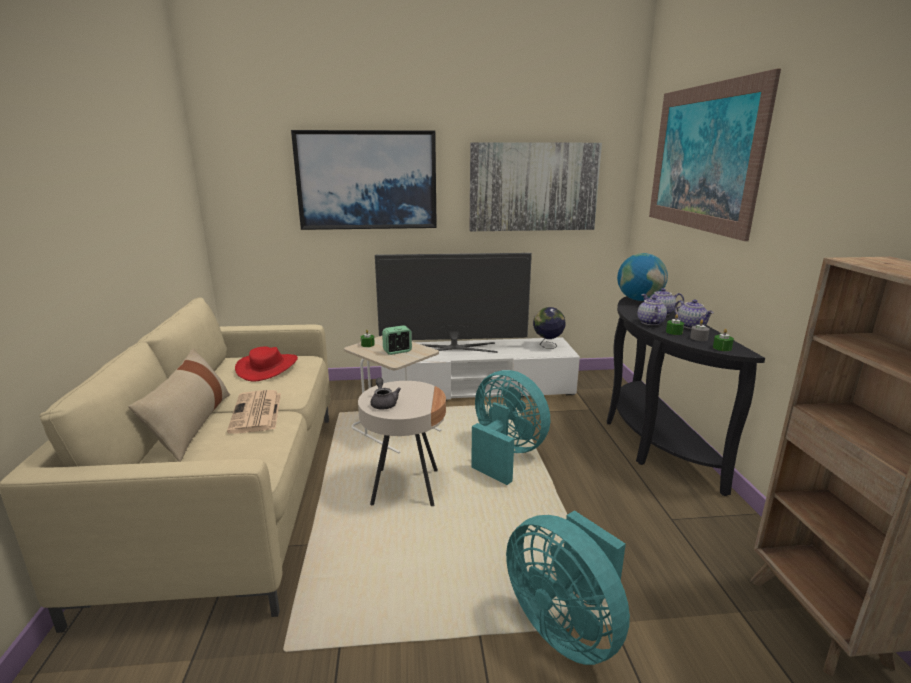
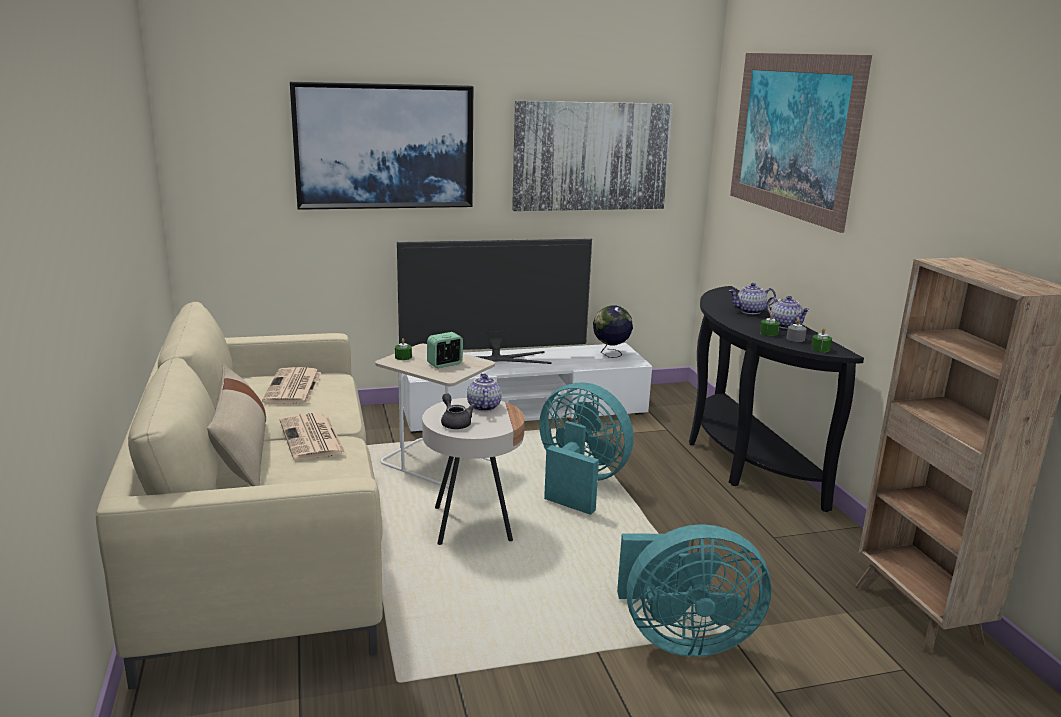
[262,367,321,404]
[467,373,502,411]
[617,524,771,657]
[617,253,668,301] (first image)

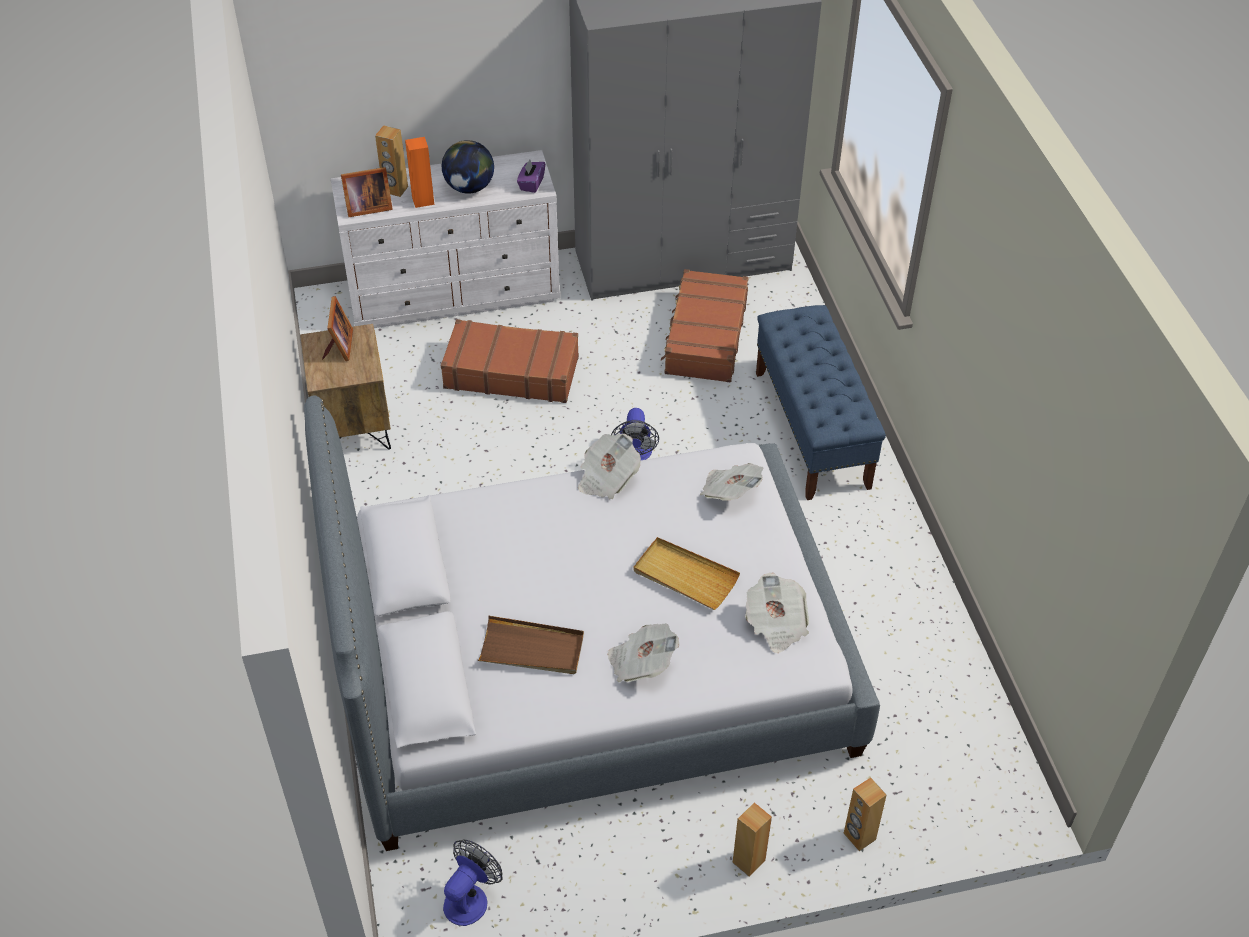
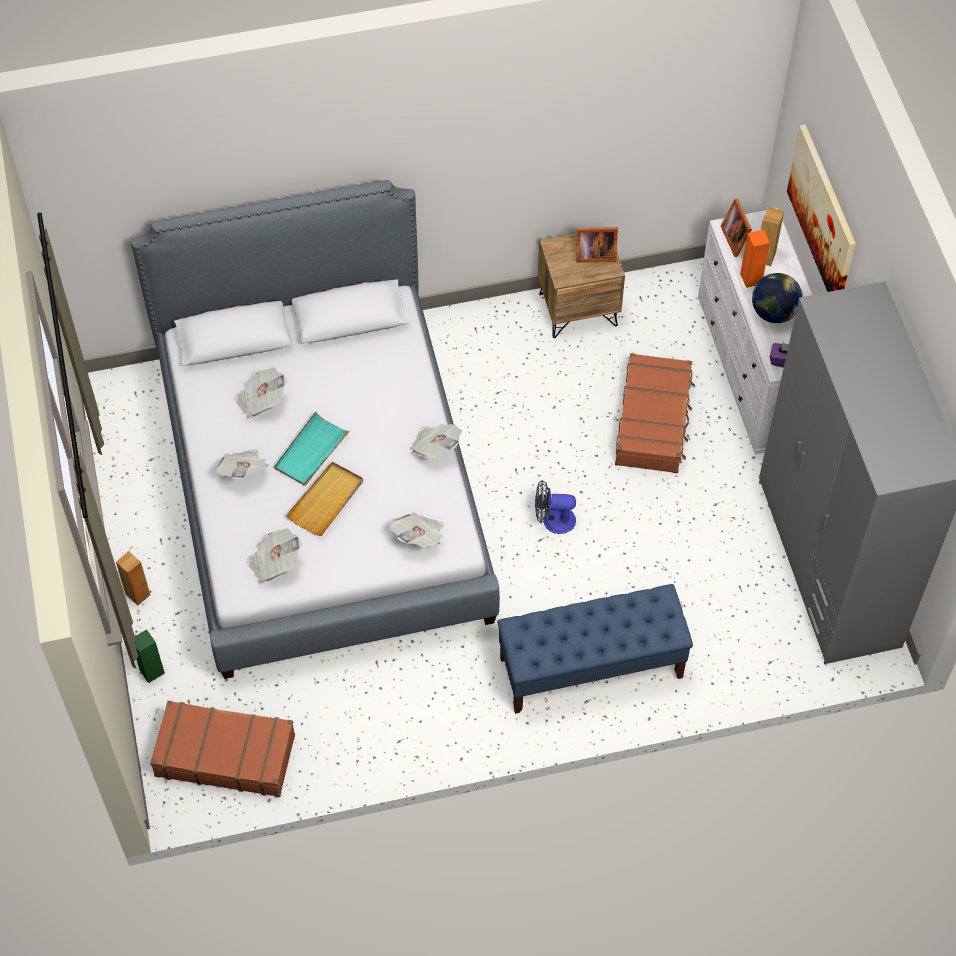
[134,629,165,683]
[150,701,295,797]
[234,367,287,418]
[274,411,350,486]
[787,124,856,292]
[443,840,503,926] (first image)

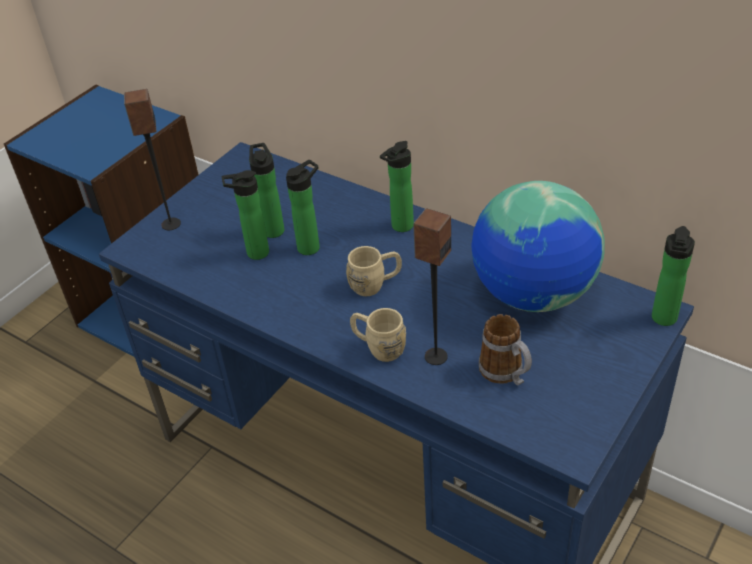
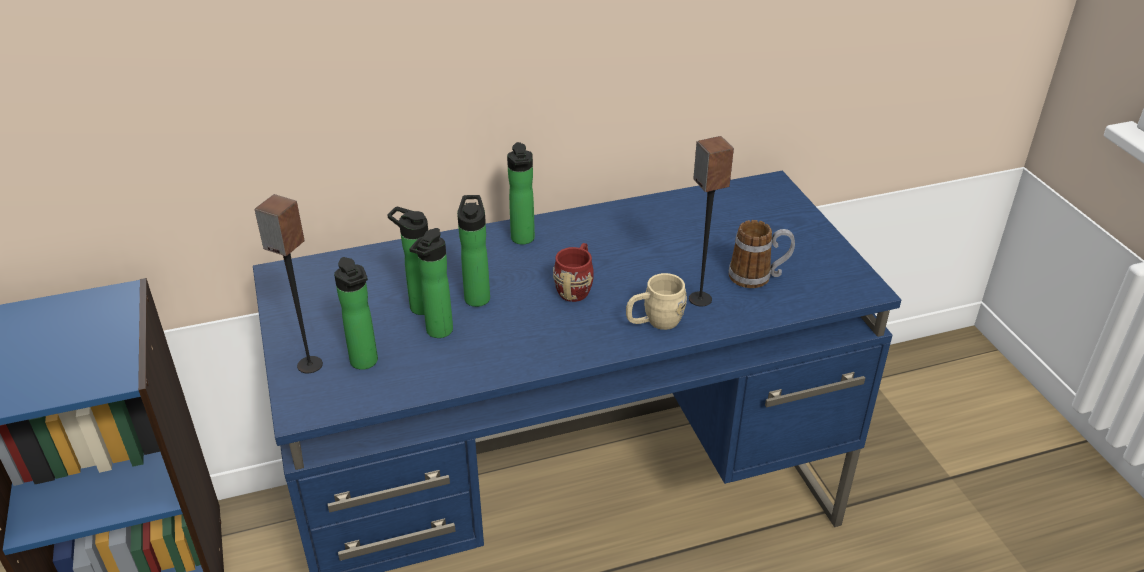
[334,257,378,370]
[553,243,594,302]
[472,181,605,312] (first image)

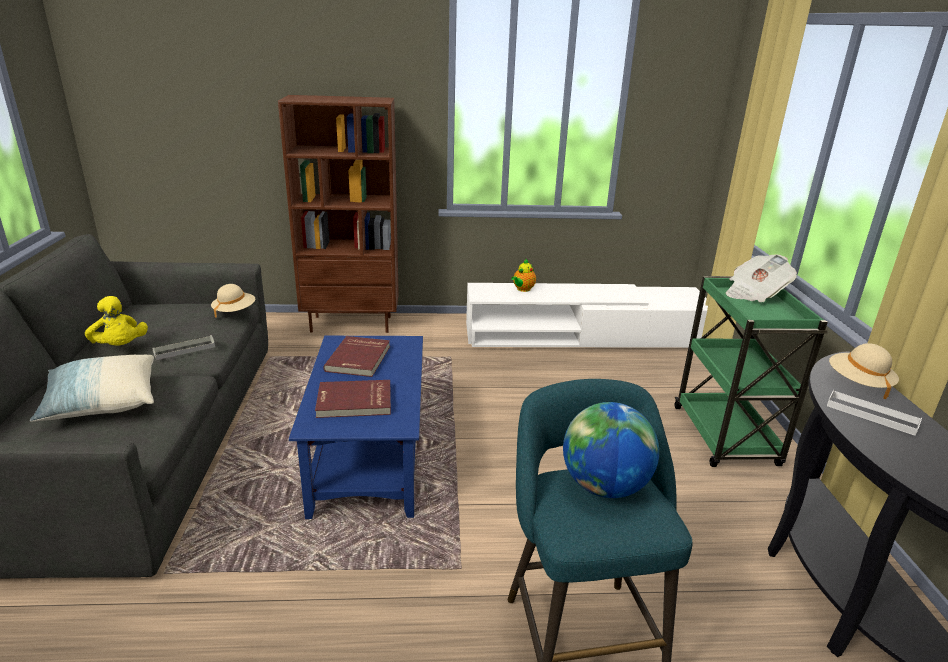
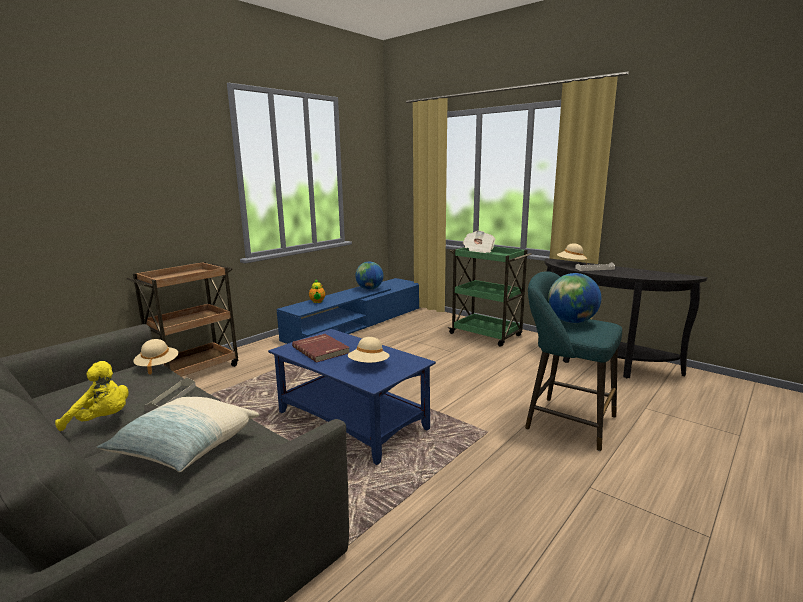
[127,262,238,377]
[277,278,419,344]
[348,337,389,363]
[355,262,383,290]

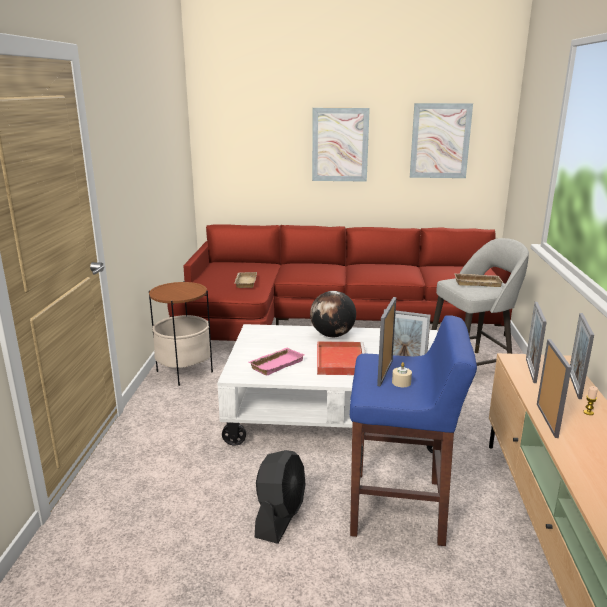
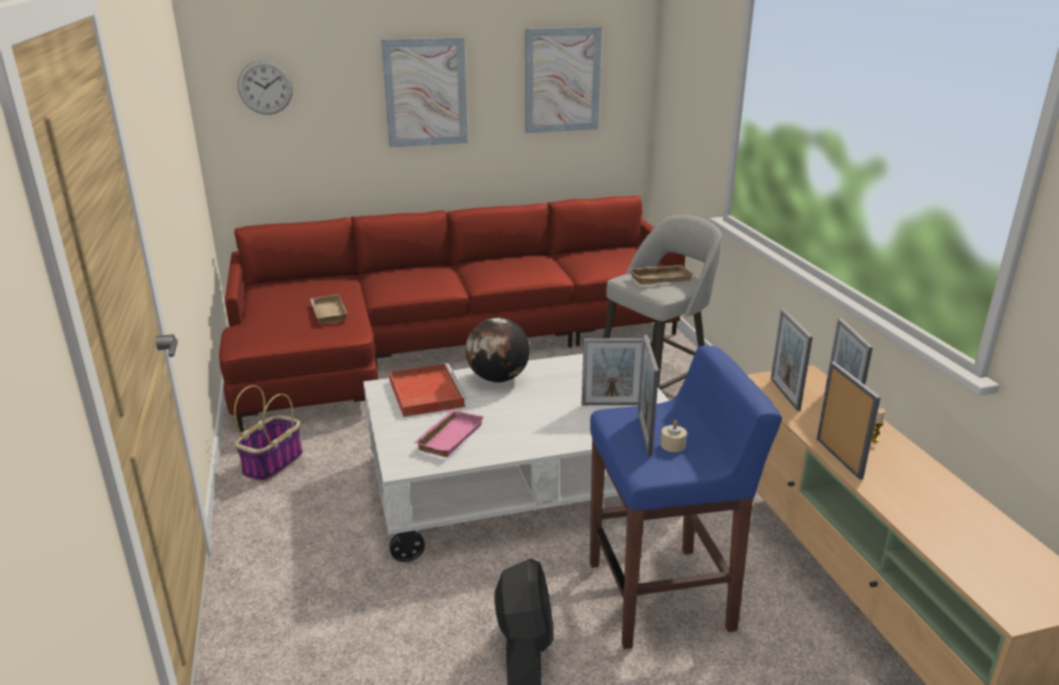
[234,385,303,482]
[238,60,293,115]
[389,363,467,417]

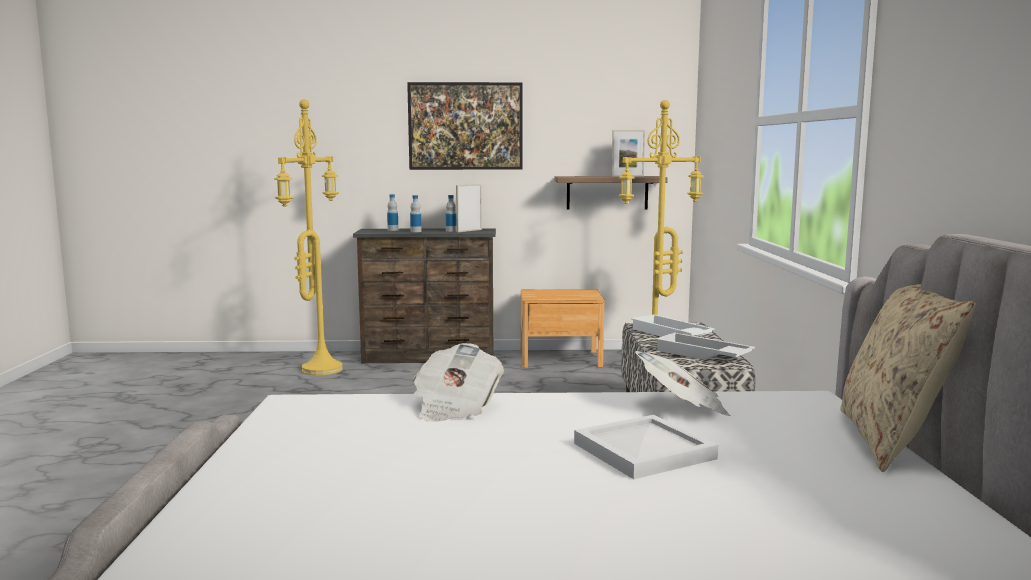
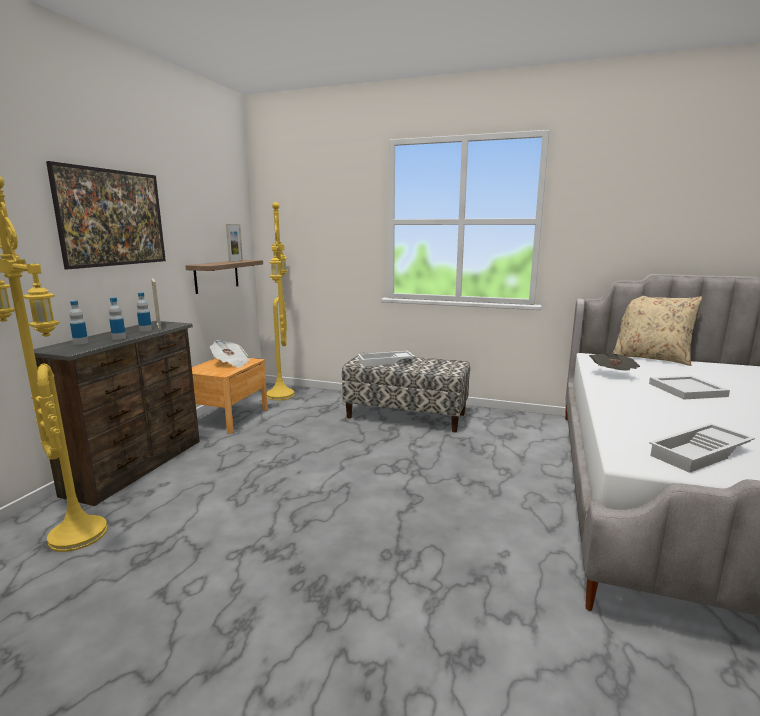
[210,340,250,368]
[649,423,755,473]

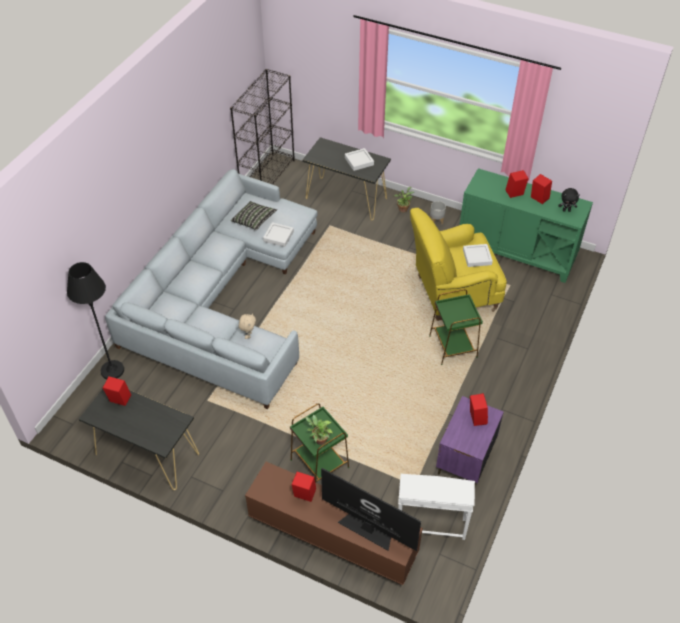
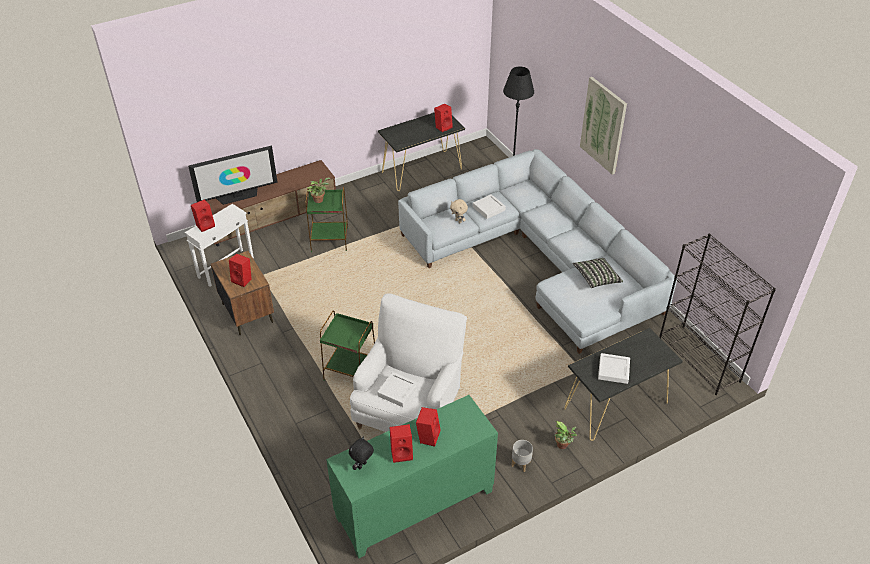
[191,199,215,232]
[211,251,274,335]
[350,293,467,432]
[473,194,506,219]
[580,77,627,175]

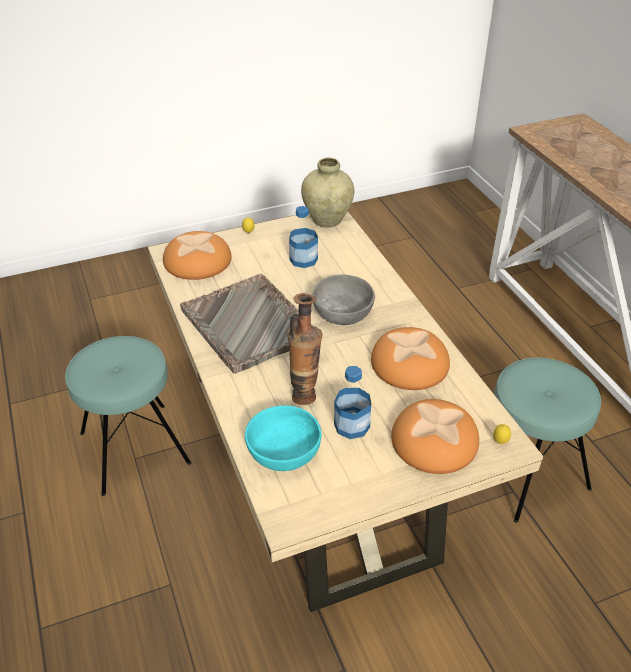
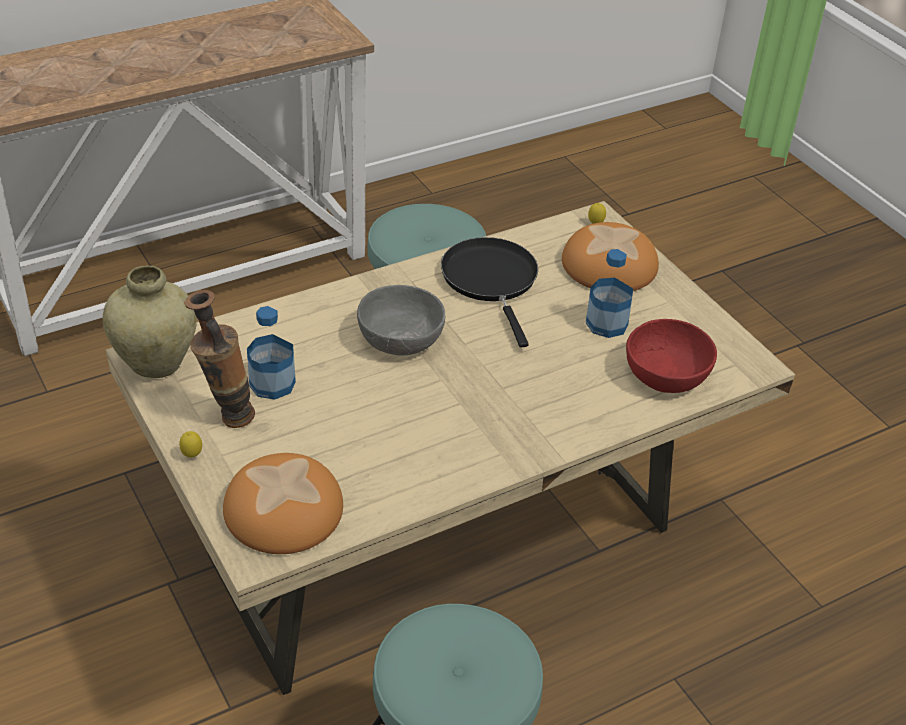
[184,290,255,428]
[441,237,538,348]
[626,319,717,393]
[180,274,313,374] (first image)

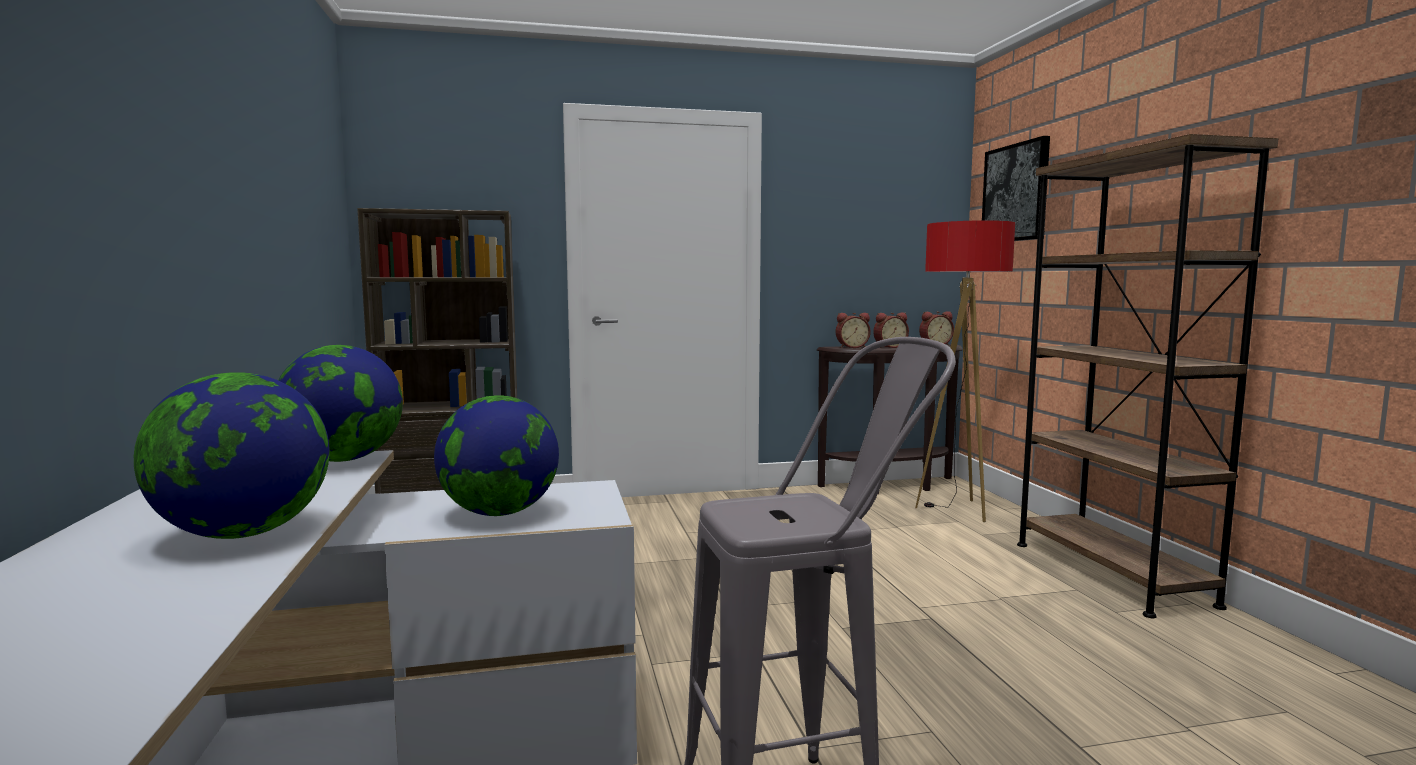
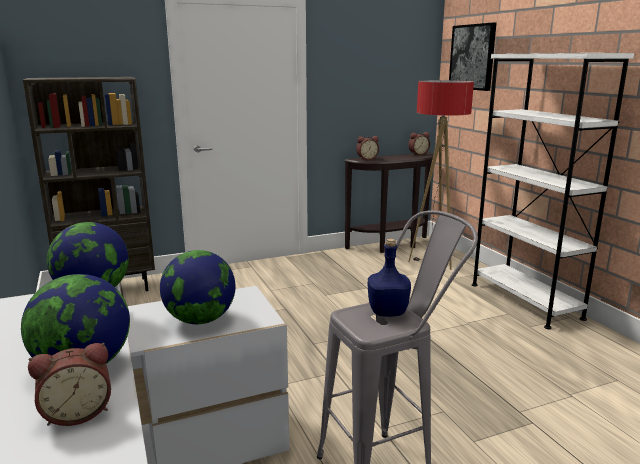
[28,343,111,426]
[368,239,411,317]
[472,53,634,329]

